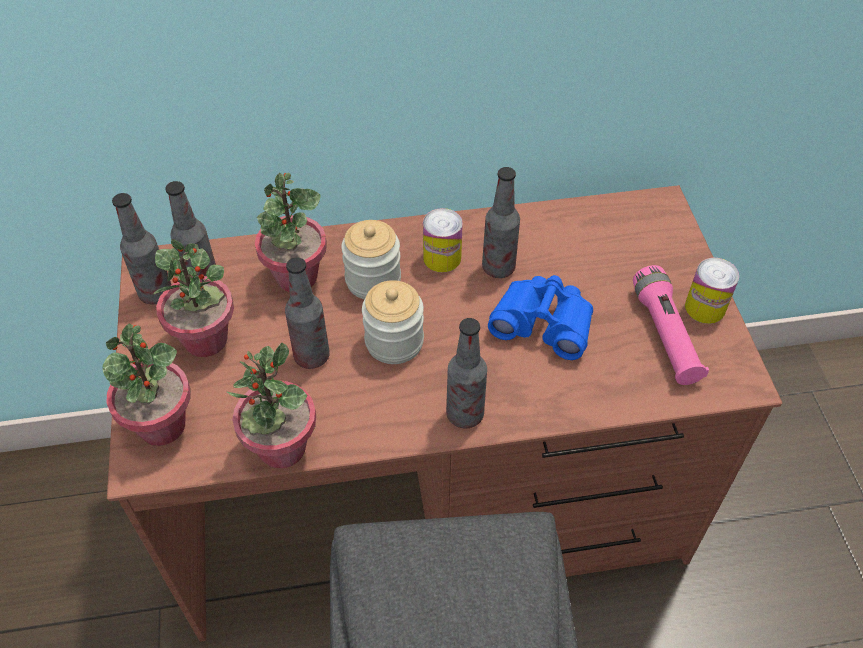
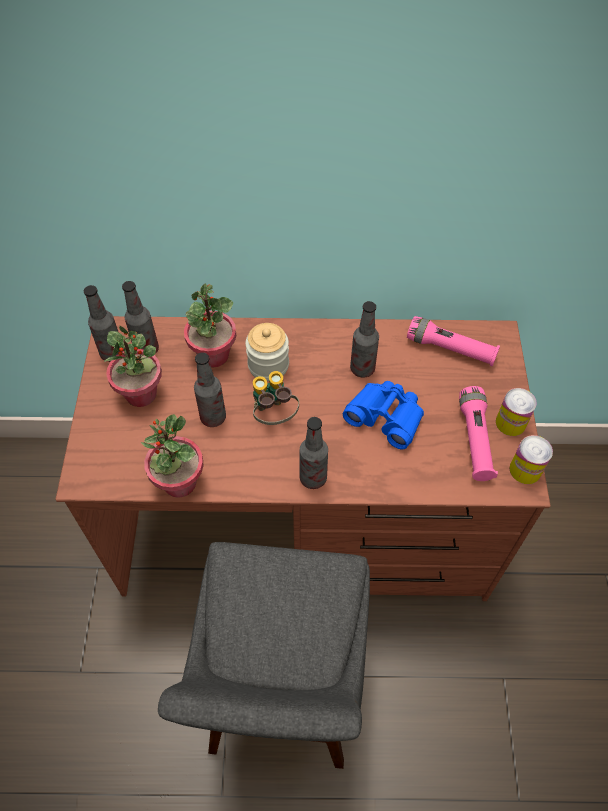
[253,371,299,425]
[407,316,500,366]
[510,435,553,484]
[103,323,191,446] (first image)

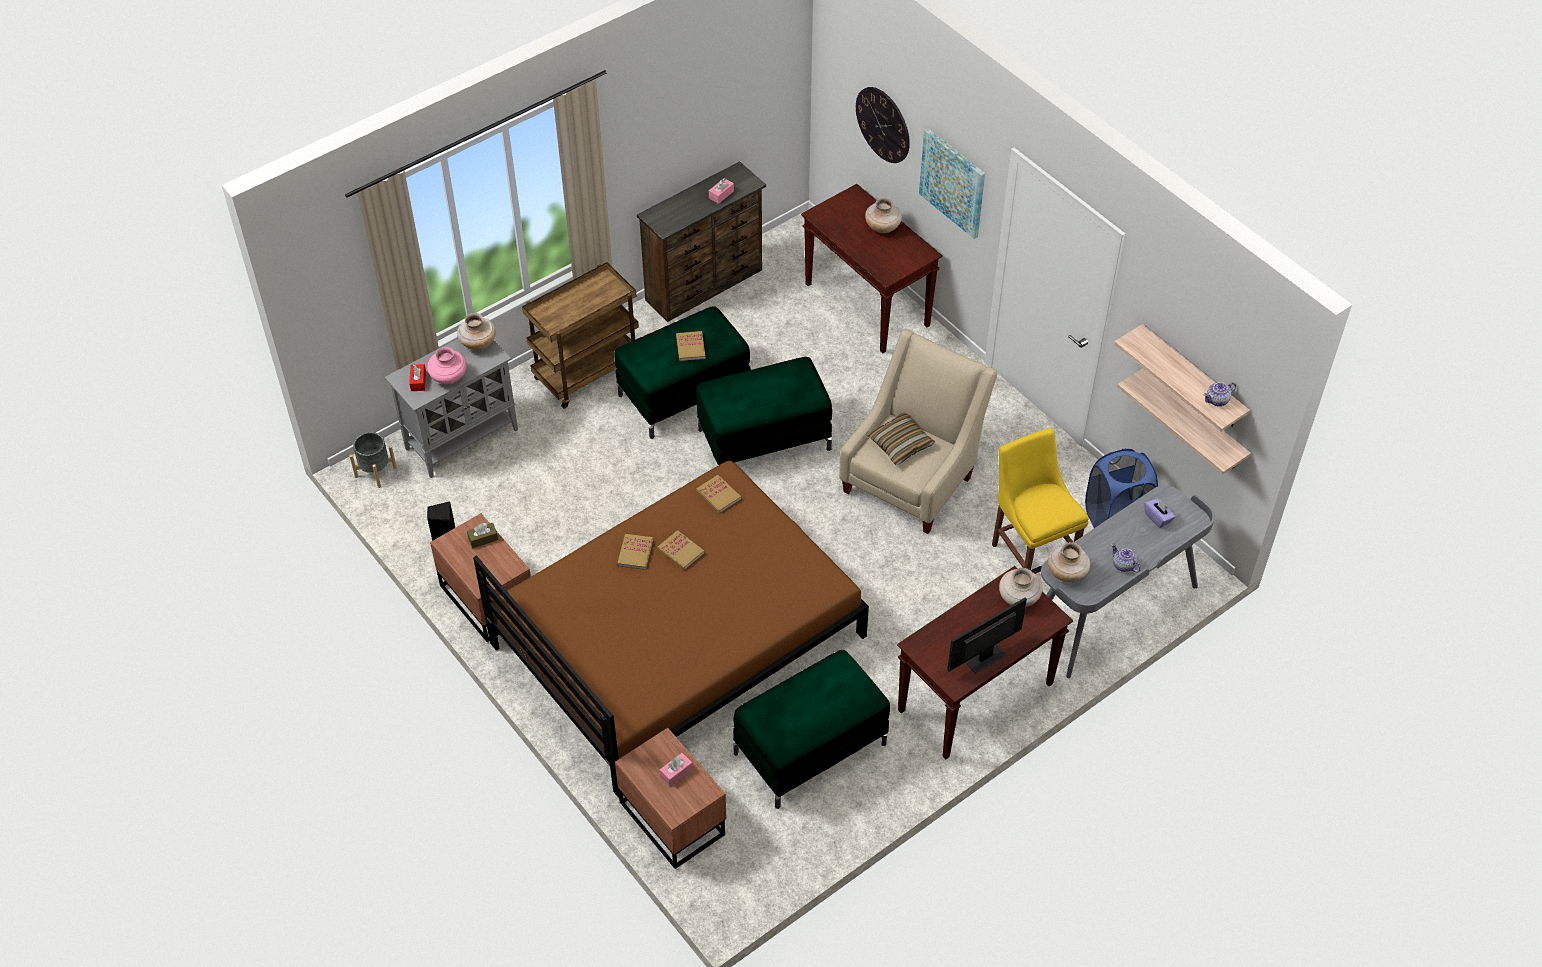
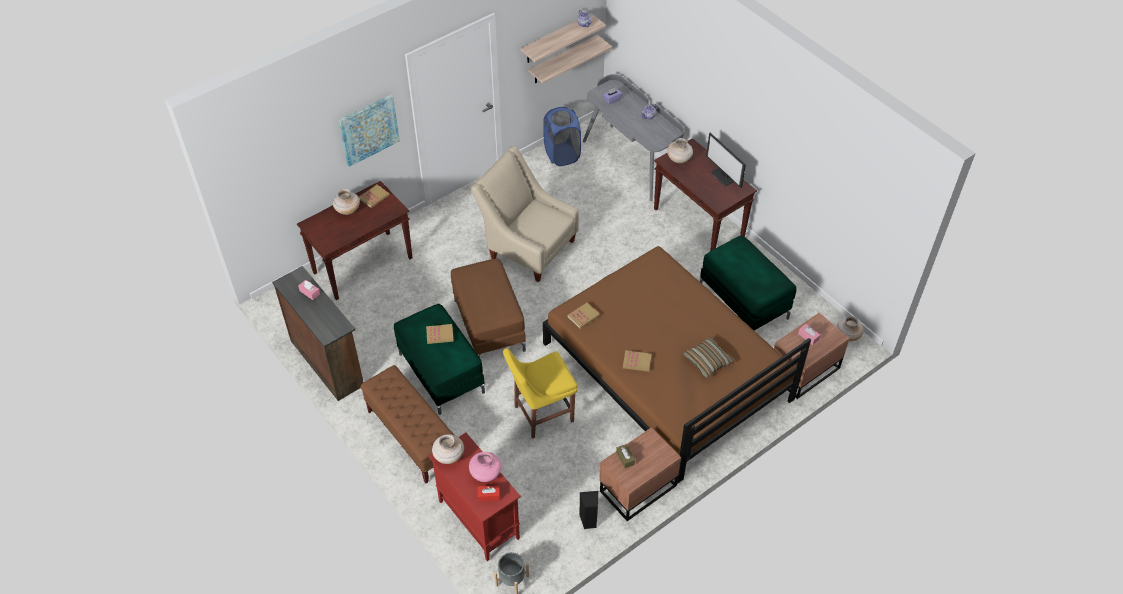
[359,185,390,208]
[361,365,454,483]
[429,433,521,561]
[451,258,526,357]
[503,348,578,439]
[683,337,734,378]
[836,316,864,342]
[856,87,910,163] (first image)

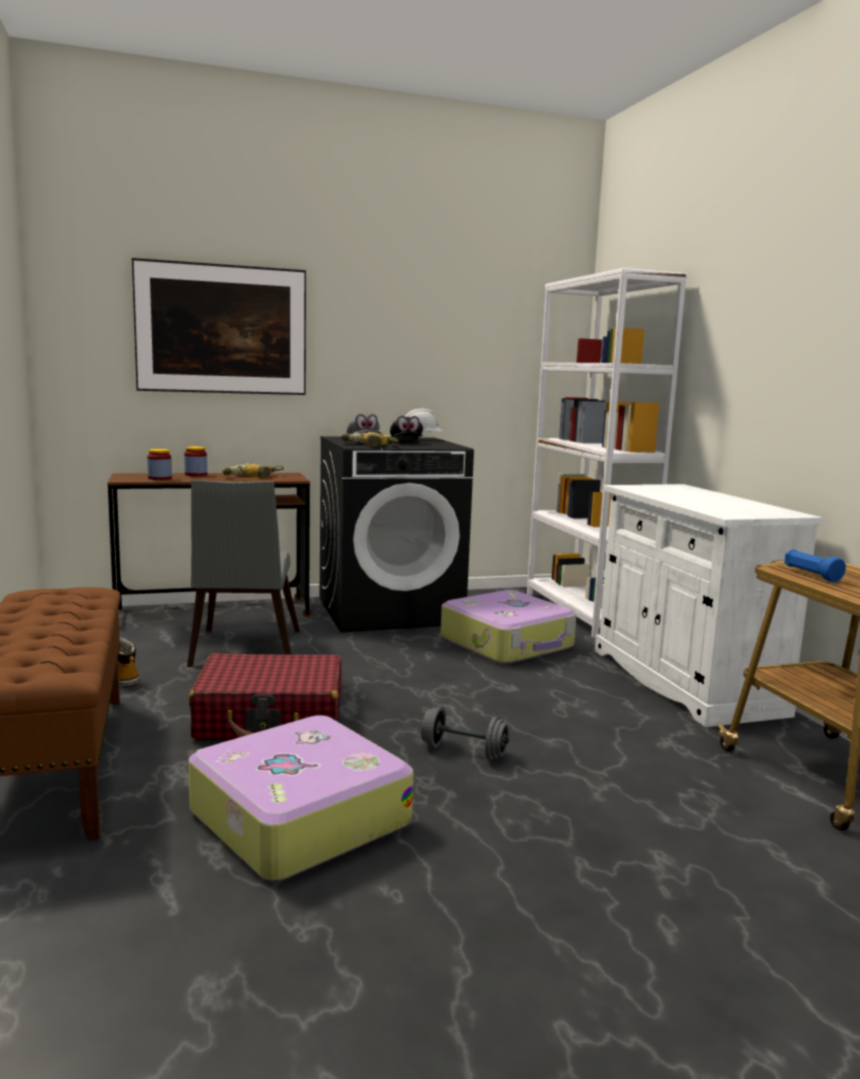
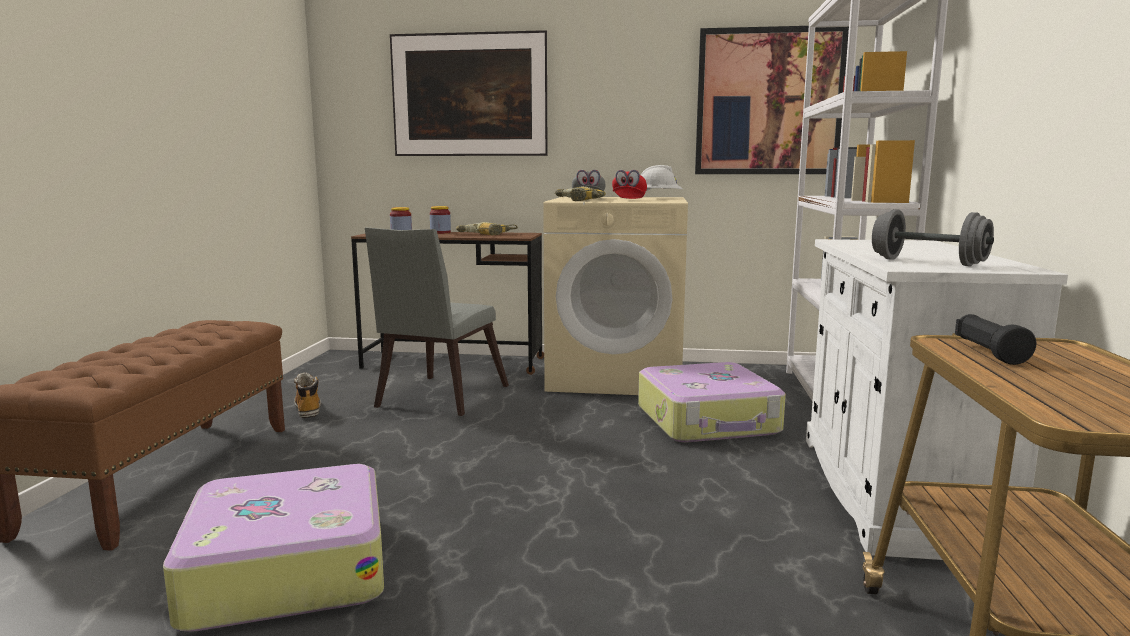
[543,197,688,395]
[612,170,647,199]
[695,26,849,174]
[872,209,994,266]
[955,314,1036,365]
[189,653,341,740] (first image)

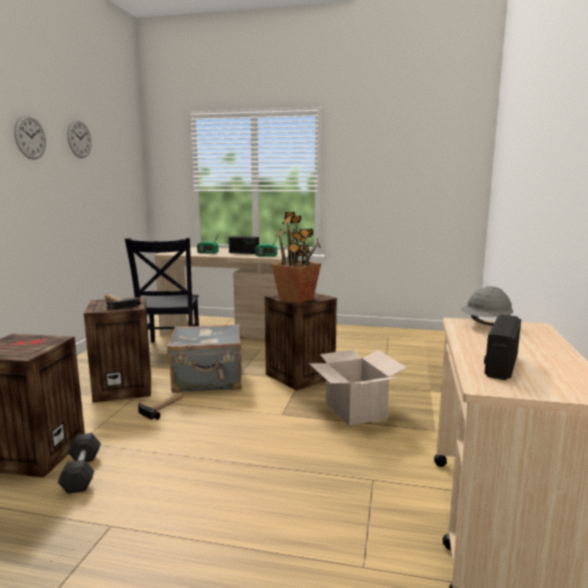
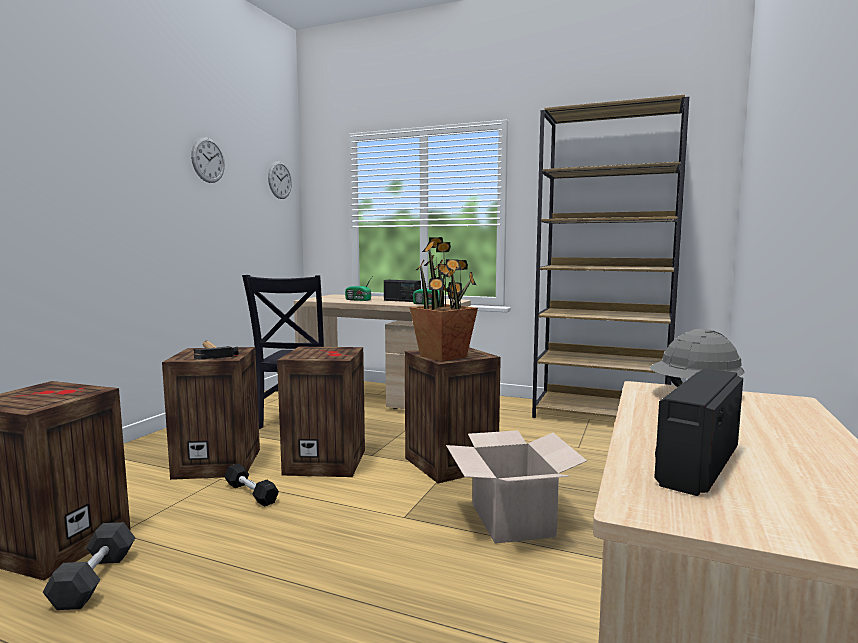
[224,464,279,507]
[268,161,292,199]
[277,347,365,477]
[532,94,689,418]

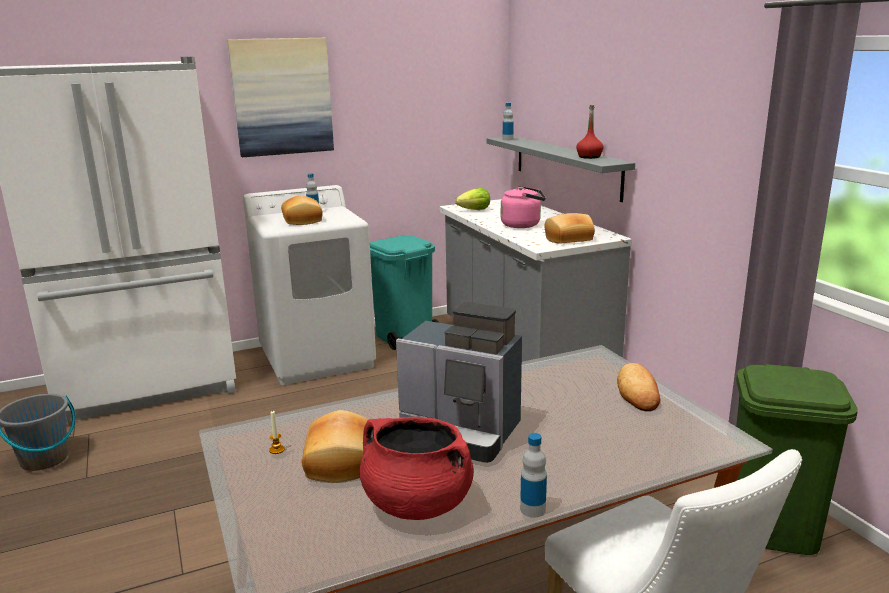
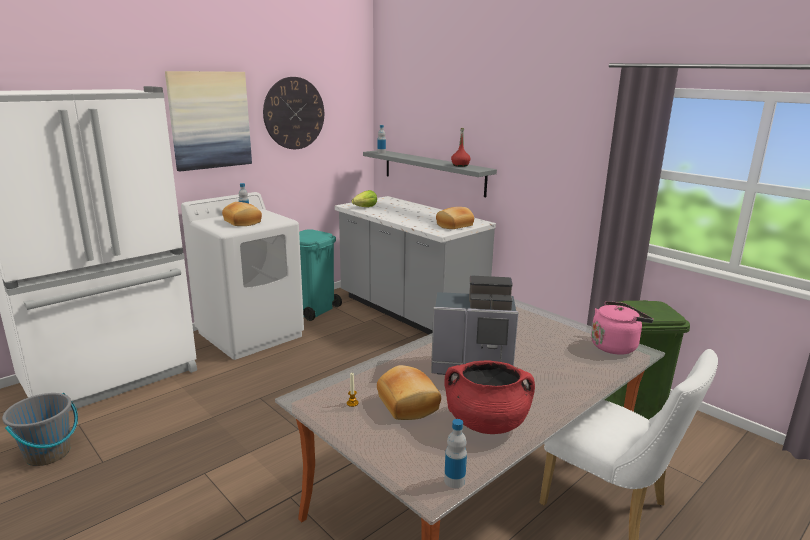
[263,77,324,149]
[444,419,467,488]
[591,301,654,355]
[617,363,660,411] (first image)

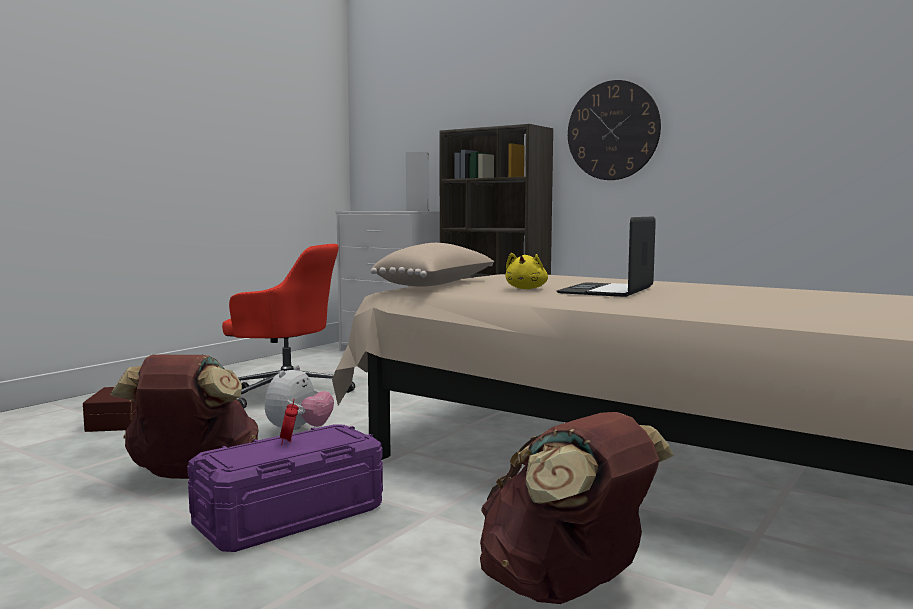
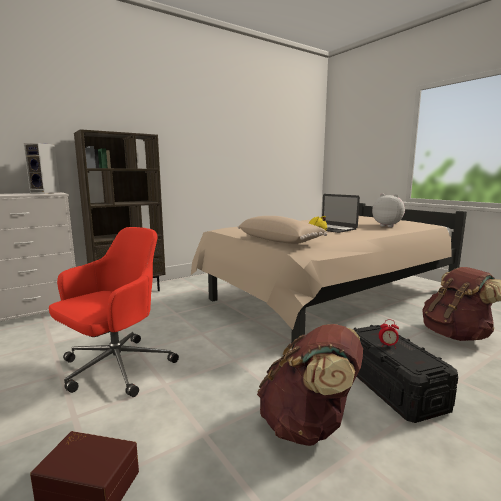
[353,325,458,423]
[372,194,405,227]
[568,80,661,180] (first image)

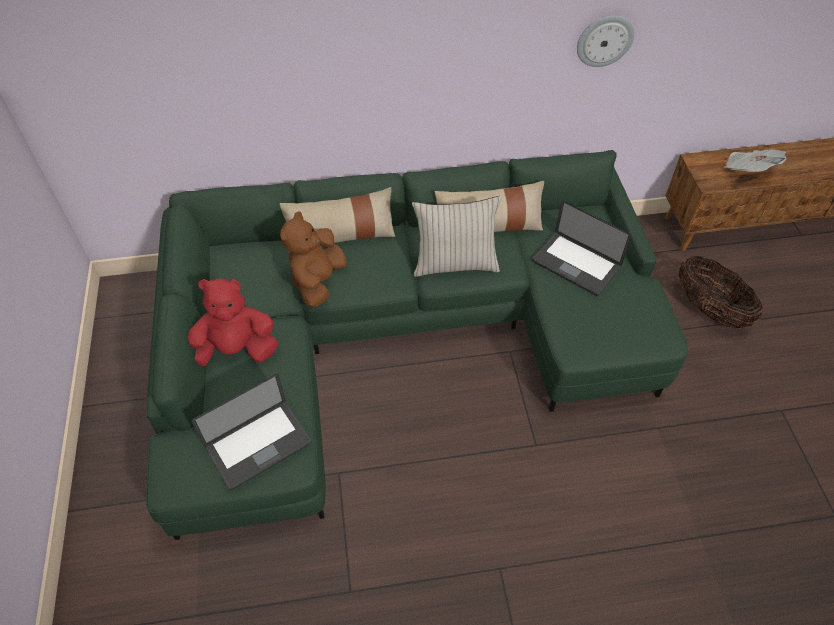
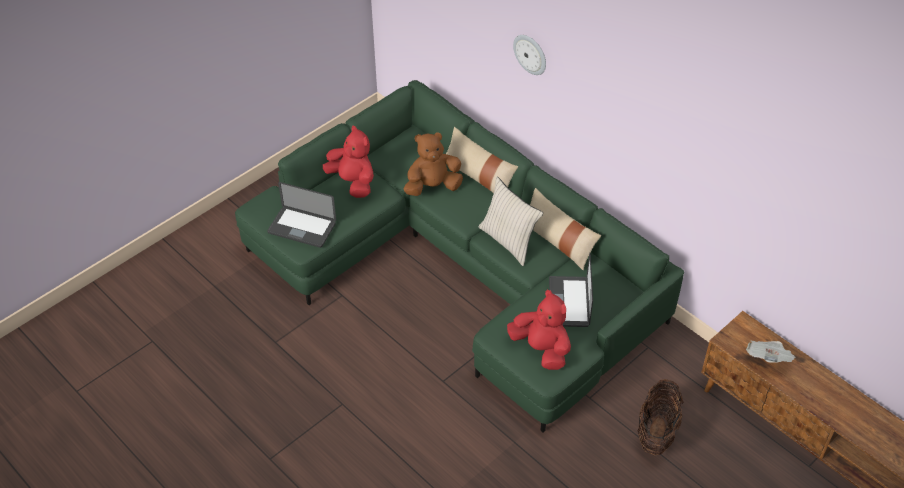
[507,290,571,370]
[513,35,546,75]

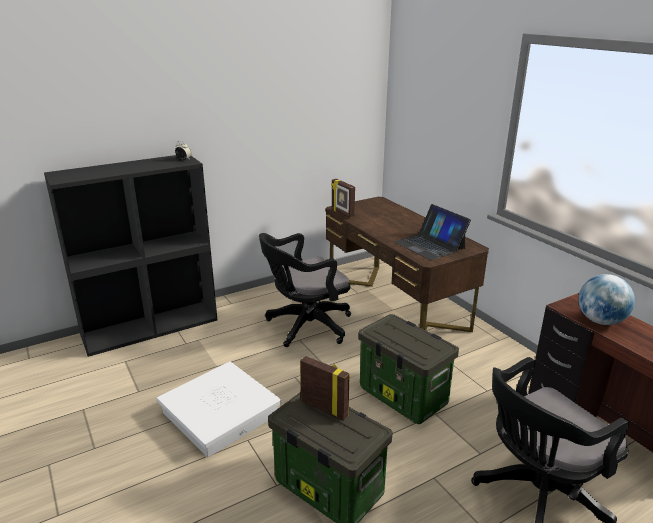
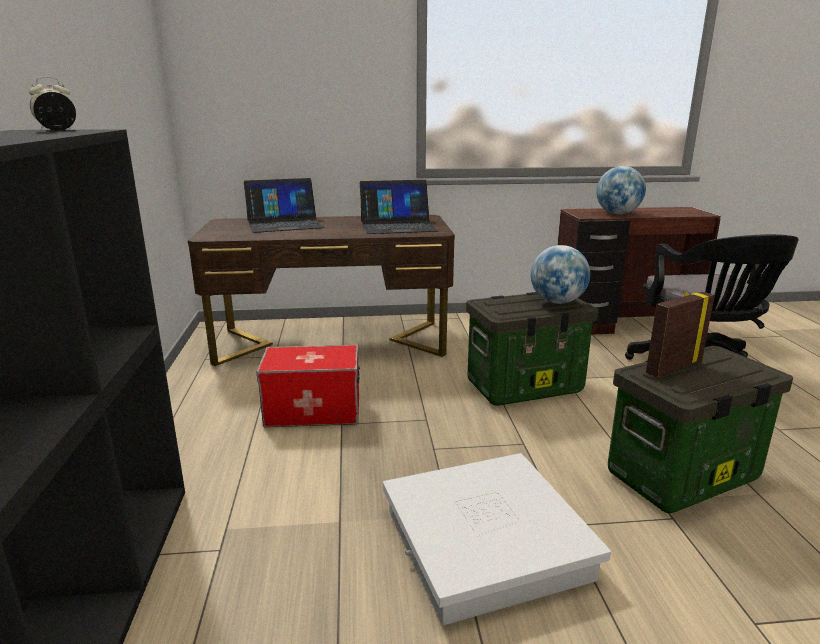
[244,178,324,233]
[257,345,360,427]
[531,245,590,304]
[331,179,355,218] (first image)

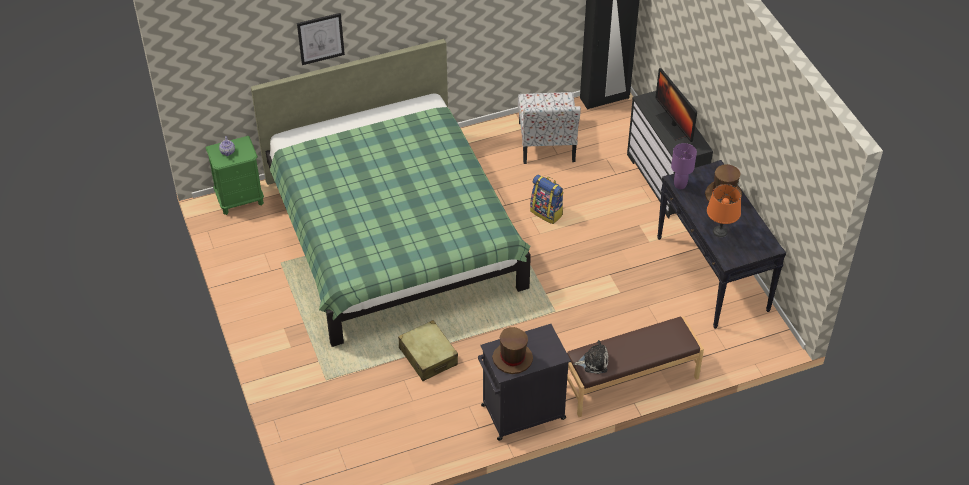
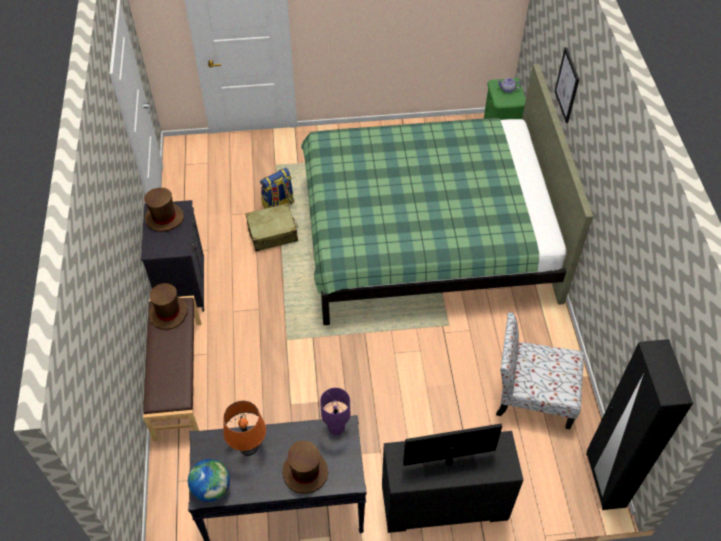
[149,283,188,330]
[188,459,230,502]
[260,168,294,208]

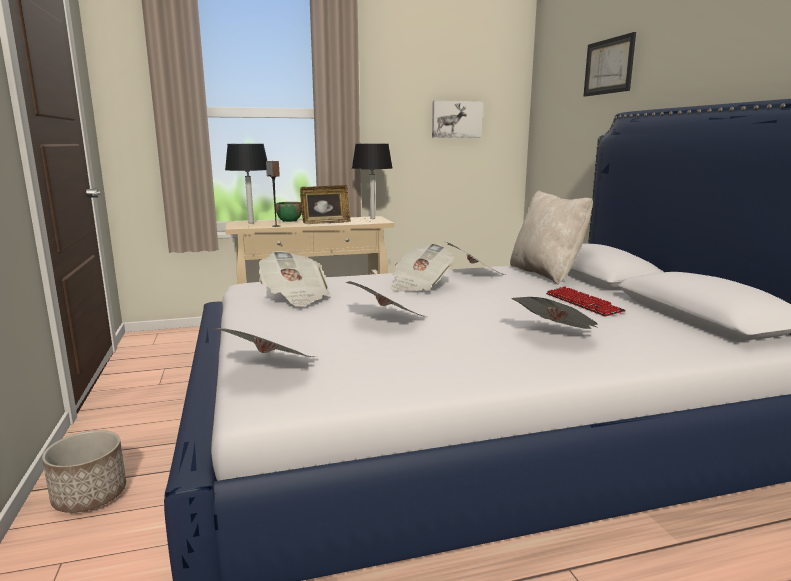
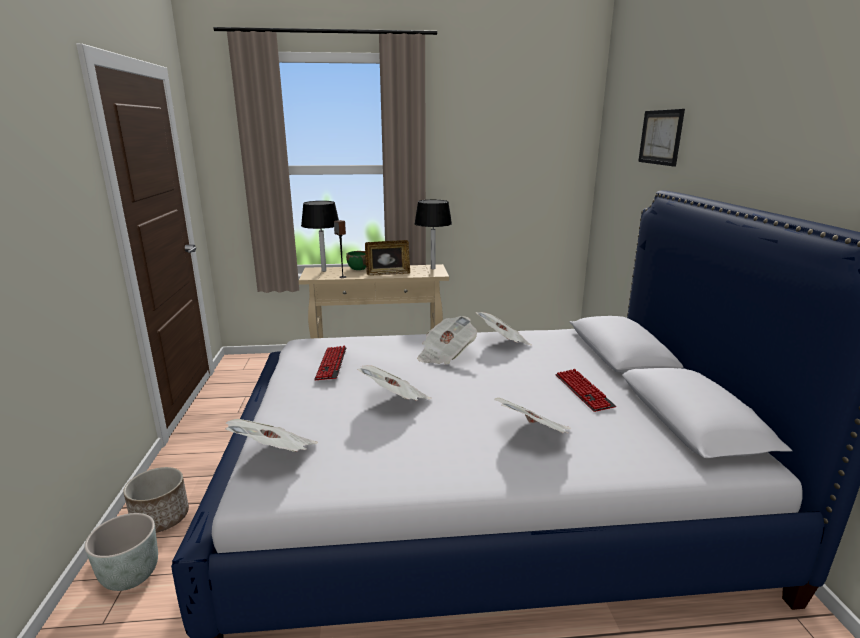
[84,513,158,591]
[314,346,346,380]
[432,100,483,138] (first image)
[510,191,593,285] (first image)

